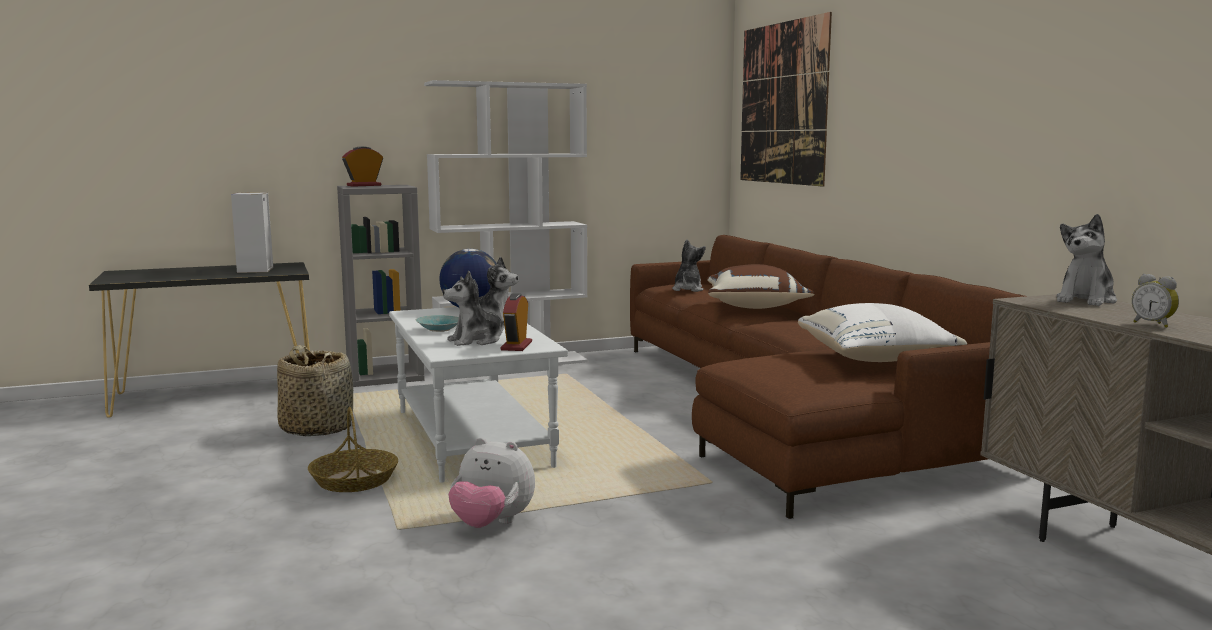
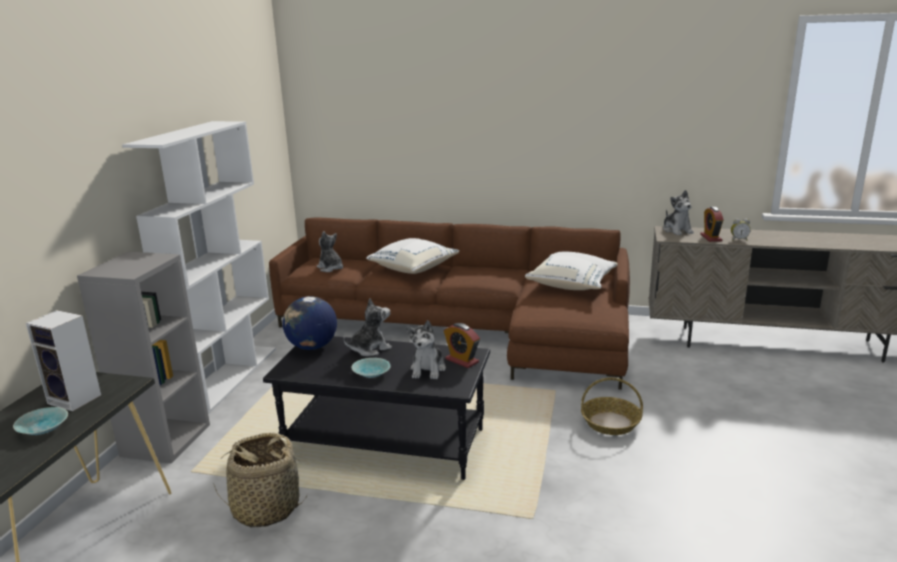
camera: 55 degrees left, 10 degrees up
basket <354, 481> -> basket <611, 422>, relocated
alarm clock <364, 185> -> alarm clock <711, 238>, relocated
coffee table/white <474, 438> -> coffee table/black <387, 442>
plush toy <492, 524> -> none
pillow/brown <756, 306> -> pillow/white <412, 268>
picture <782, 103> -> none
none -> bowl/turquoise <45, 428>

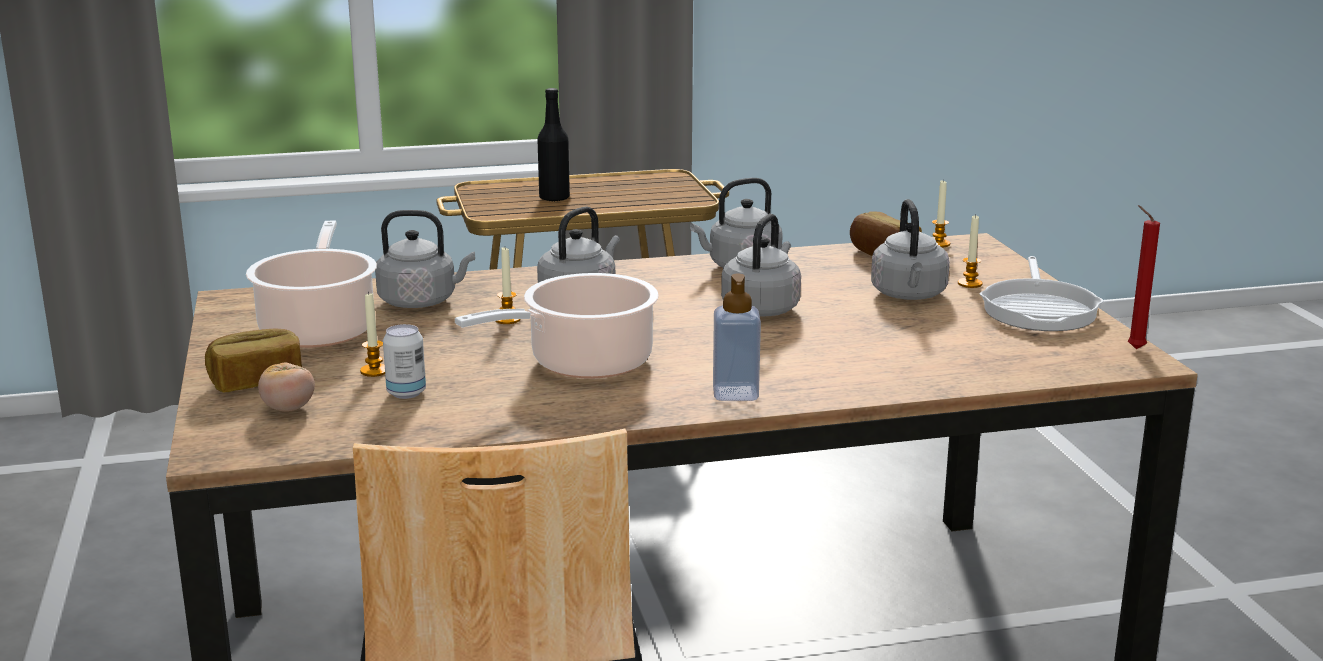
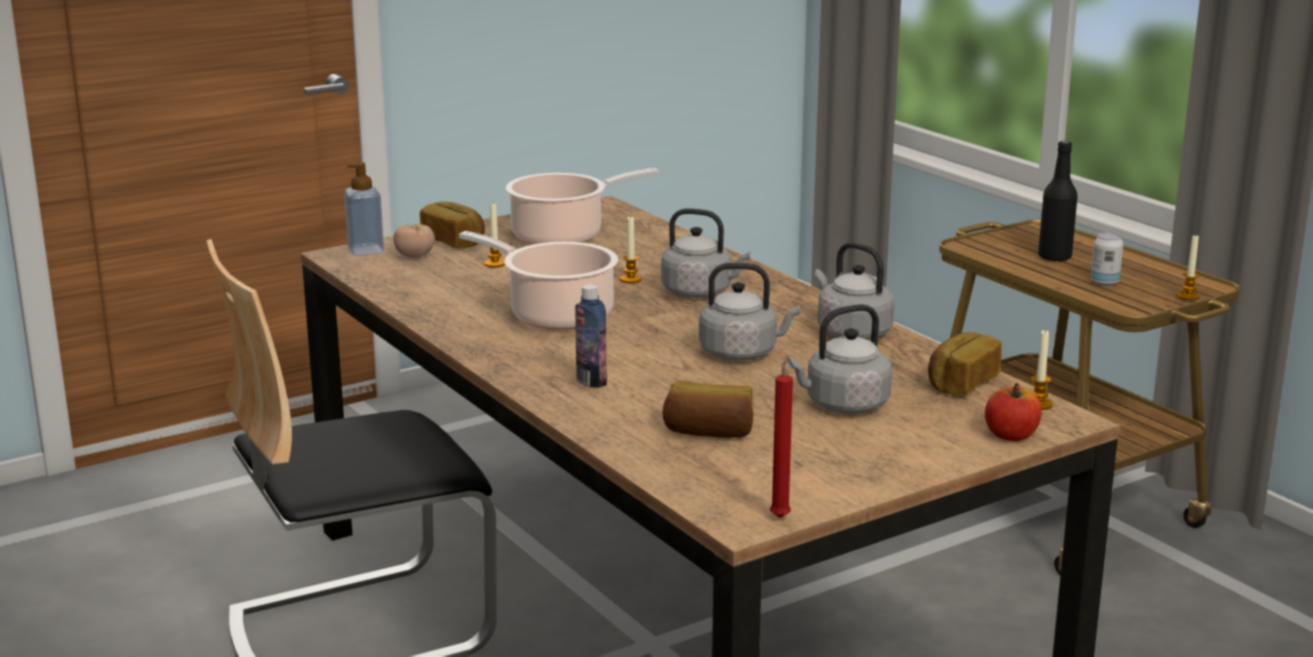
camera: 70 degrees right, 0 degrees up
kettle/grey <422, 302> -> none
can <406, 393> -> can <1104, 282>, relocated
soap dispenser <735, 393> -> soap dispenser <366, 250>, relocated
candle <970, 284> -> candle <1188, 296>, relocated
frying pan <1039, 309> -> none
none -> bottle <591, 381>
none -> bread <709, 432>
none -> apple <1011, 435>

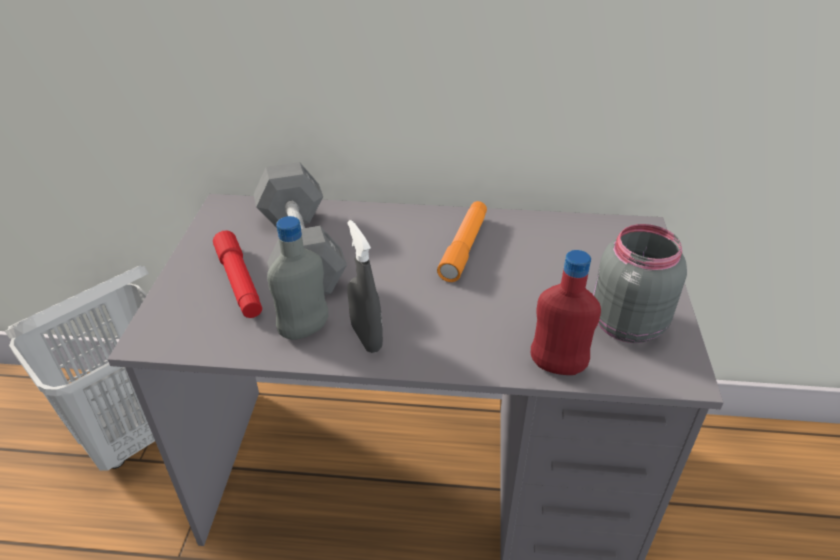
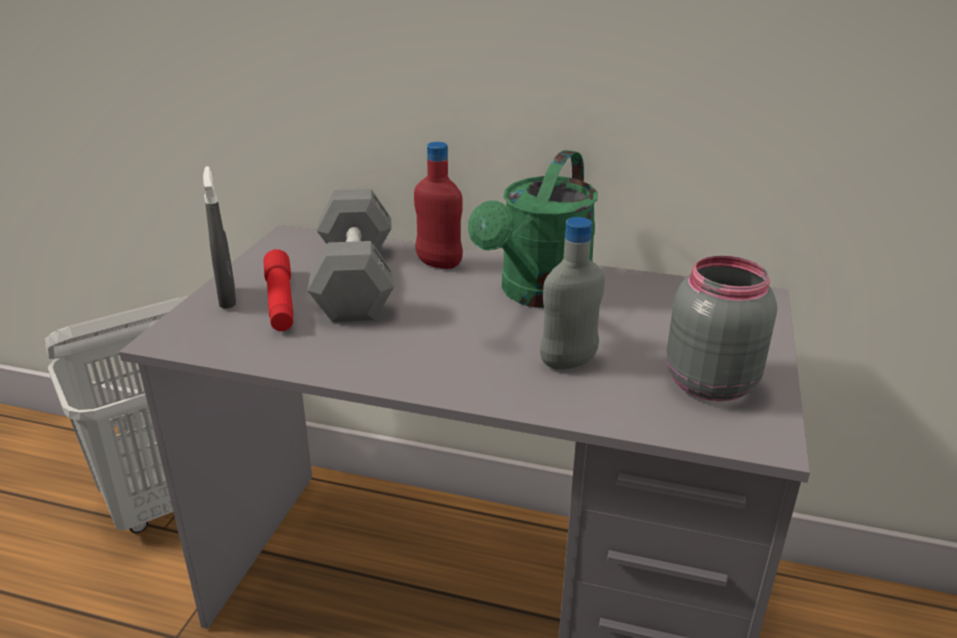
camera: 10 degrees right, 10 degrees down
bottle/grey <304, 330> -> bottle/grey <568, 362>, relocated
spray bottle/grey <366, 338> -> spray bottle/grey <227, 298>, relocated
flashlight/orange <464, 247> -> watering can/green <539, 294>
bottle/red <557, 366> -> bottle/red <439, 264>, relocated

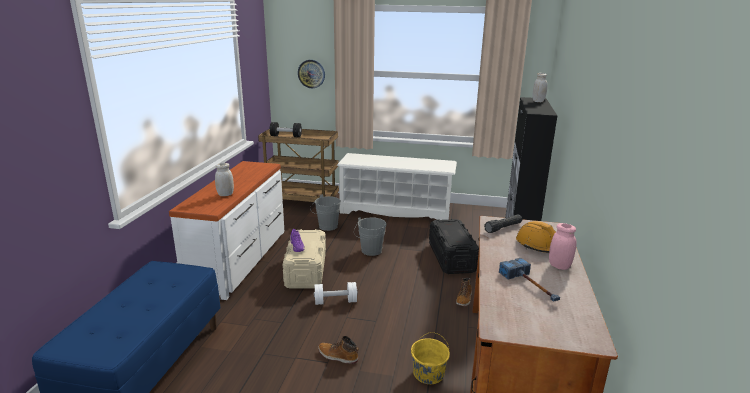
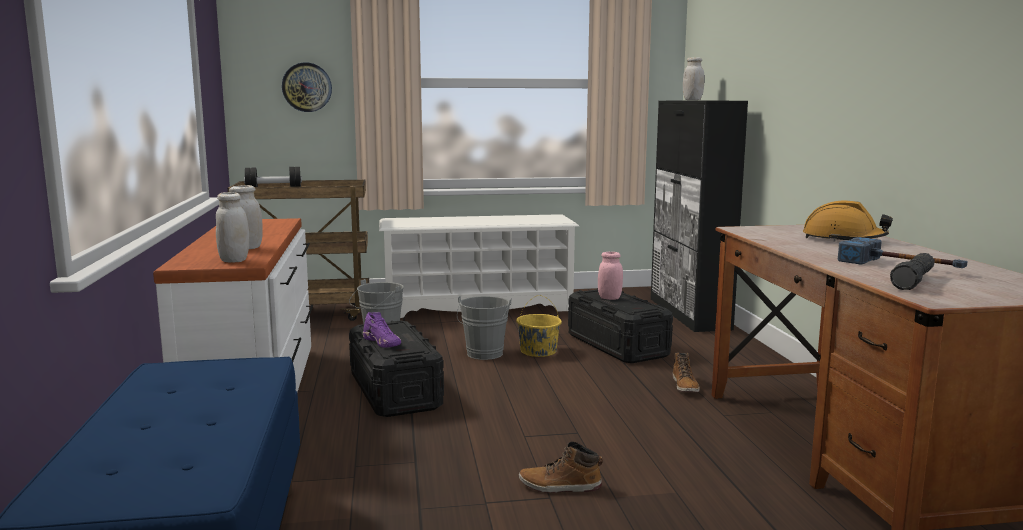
camera: 20 degrees left, 10 degrees down
storage box/beige <306, 270> -> storage box/black <395, 391>
dumbbell/white <335, 301> -> none
bucket/yellow <428, 373> -> bucket/yellow <538, 351>, relocated
flashlight/black <503, 228> -> flashlight/black <913, 282>, relocated
jar/pink <559, 266> -> jar/pink <609, 298>, relocated
none -> jar/white <234, 260>

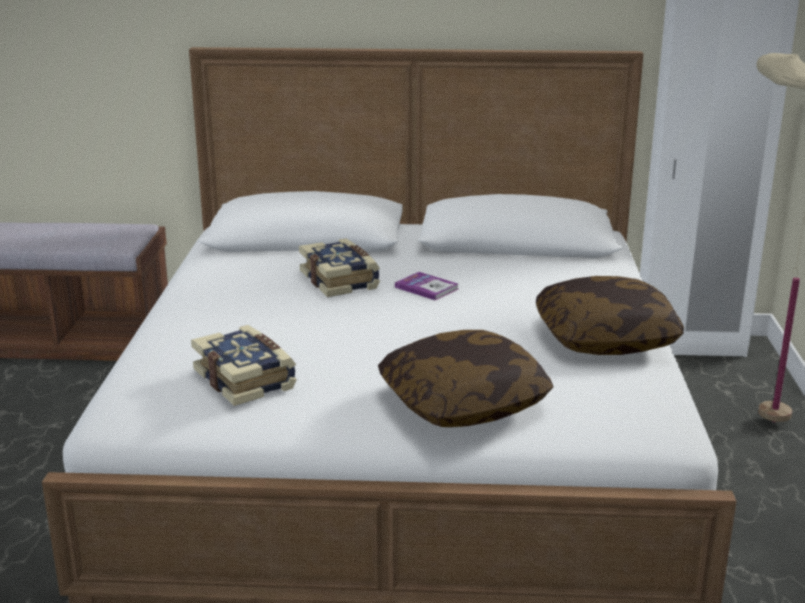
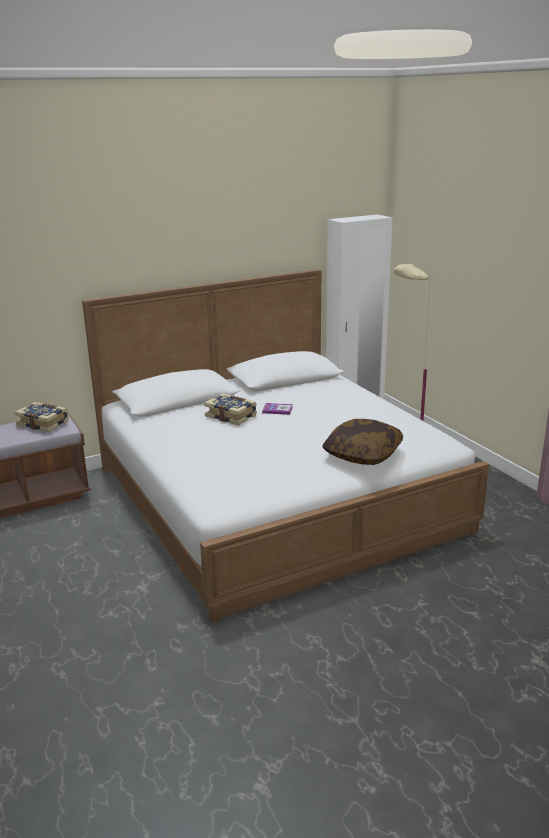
camera: 30 degrees left, 0 degrees up
book <246, 379> -> book <44, 423>, relocated
pillow <605, 338> -> none

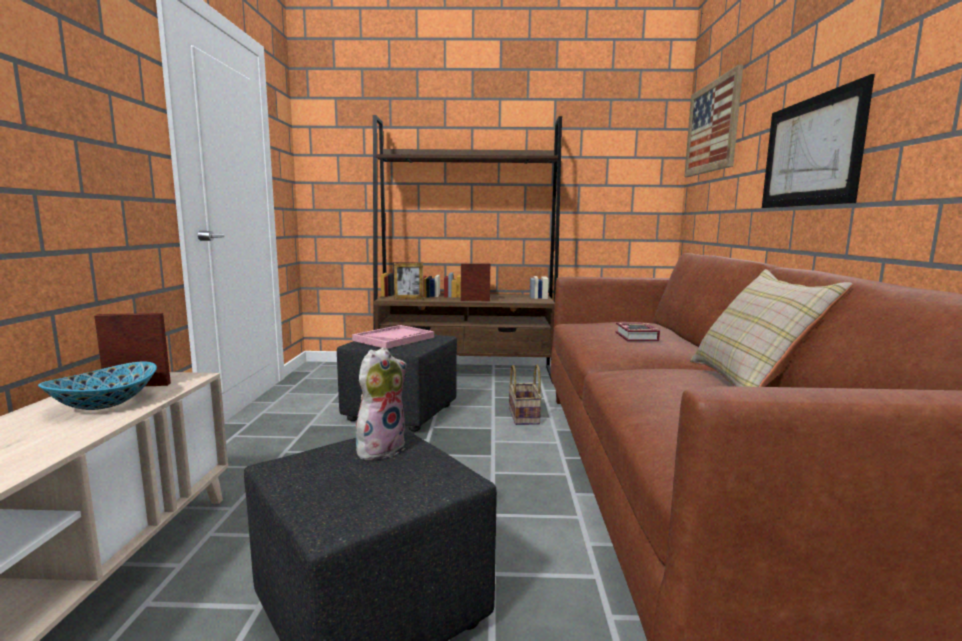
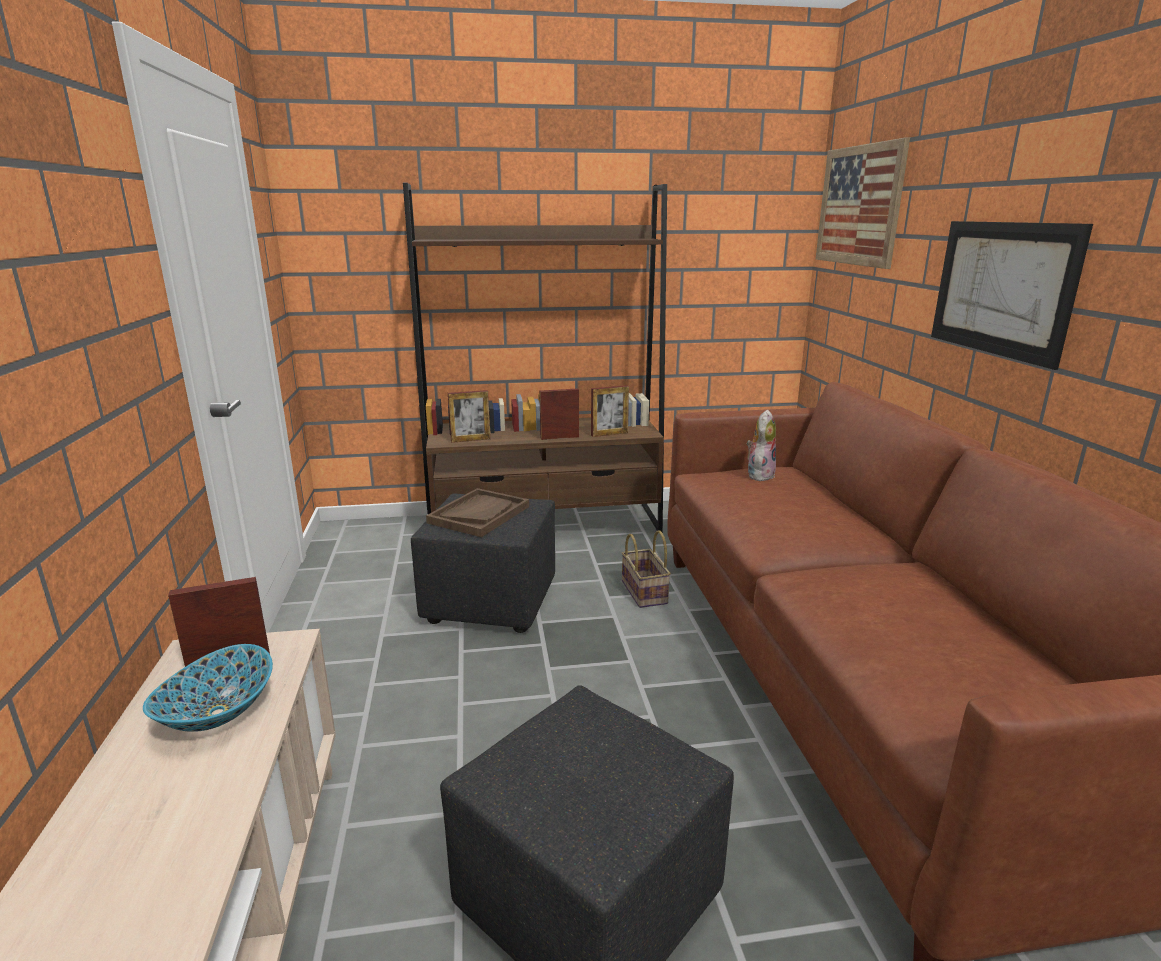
camera: 10 degrees left, 10 degrees up
tray/pink <394, 339> -> tray/brown <479, 514>
plush toy <380, 448> -> plush toy <759, 475>, relocated
book <636, 337> -> none
pillow/beige <751, 382> -> none
none -> picture frame <609, 434>

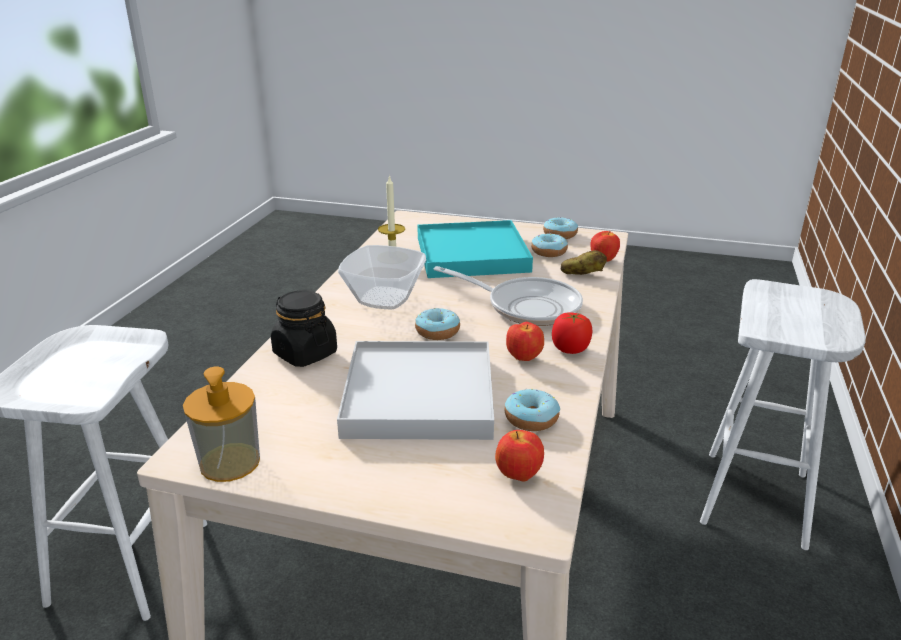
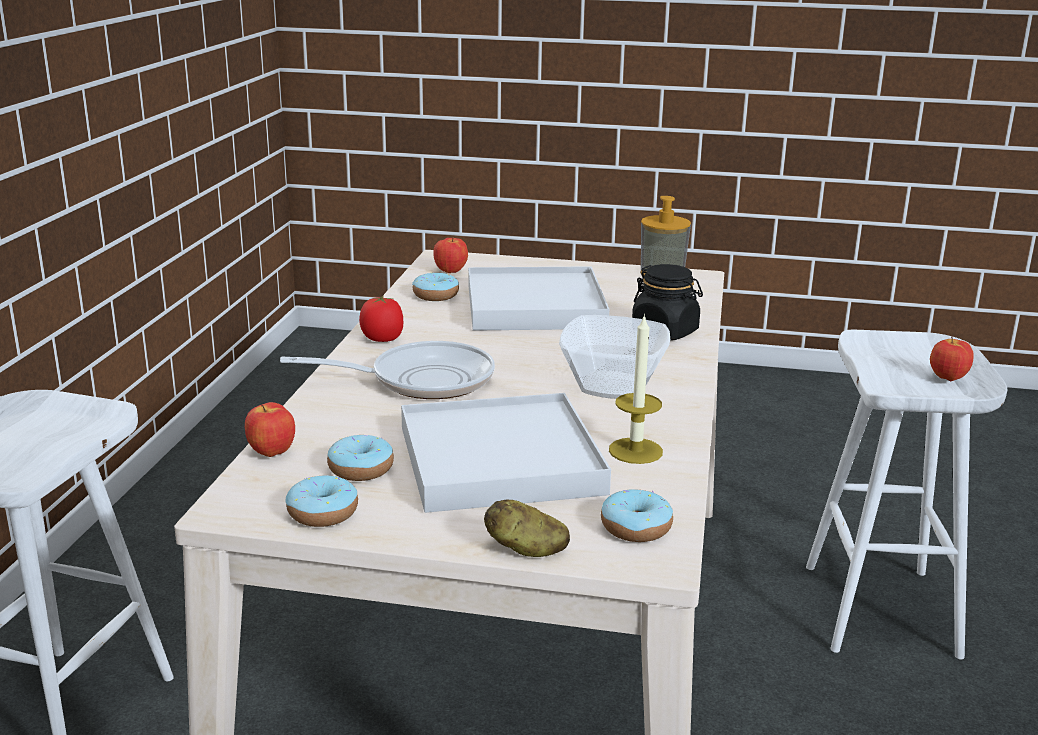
camera: 175 degrees right, 5 degrees down
donut <437, 332> -> donut <636, 528>, relocated
tray/turquoise <472, 254> -> tray/white <499, 460>
frying pan <526, 306> -> frying pan <421, 380>, 150 degrees clockwise
apple <524, 358> -> apple <947, 378>, relocated
potato <582, 274> -> potato <526, 550>, relocated

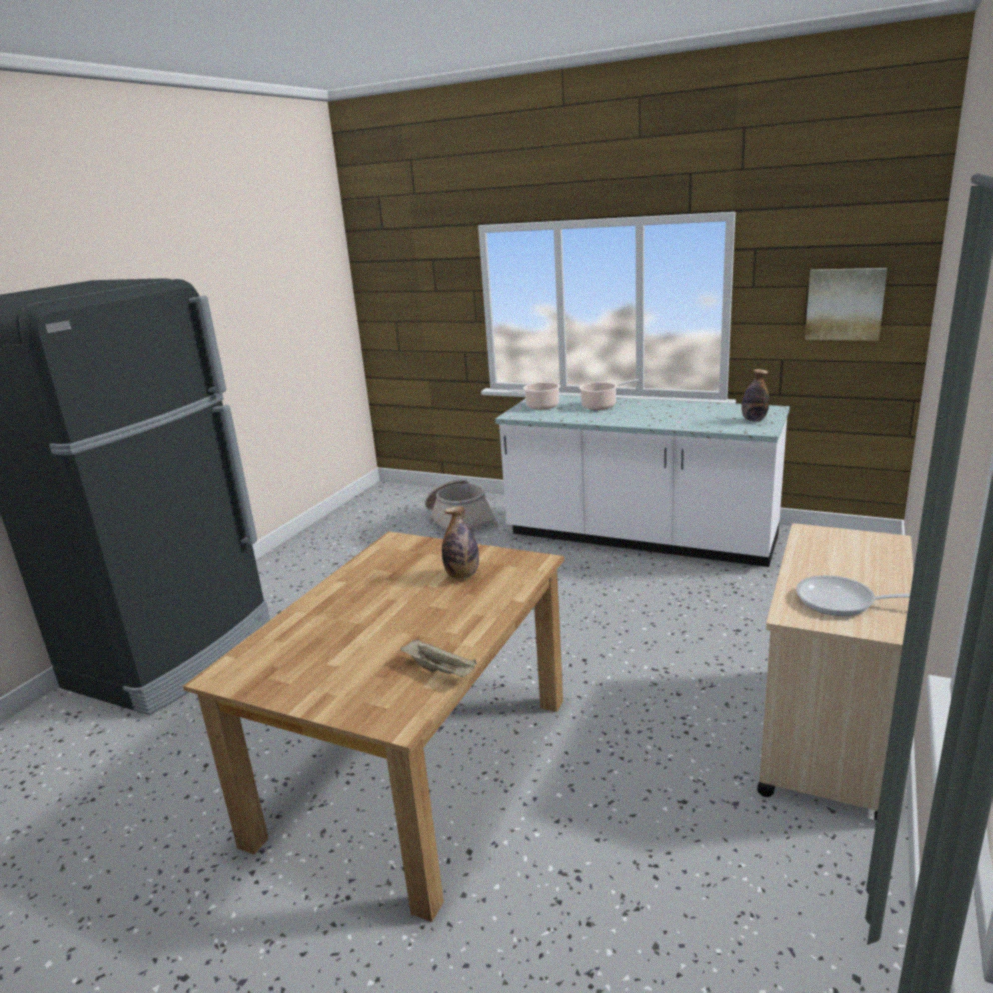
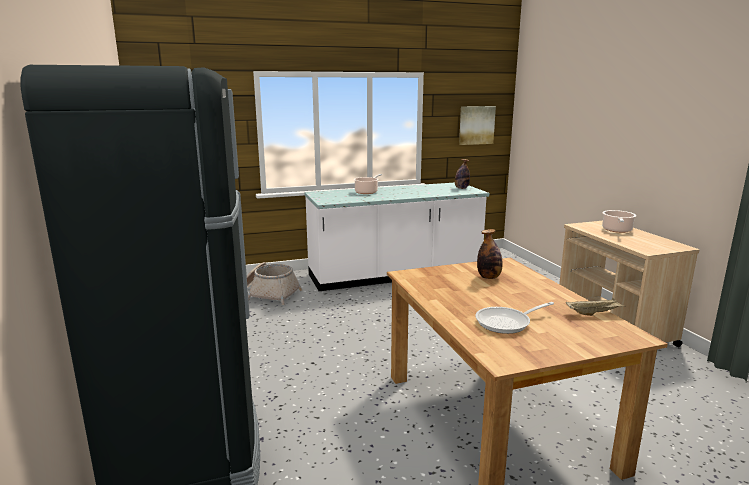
camera: 45 degrees left, 5 degrees down
cooking pot <540, 406> -> cooking pot <617, 230>, relocated
frying pan <843, 602> -> frying pan <507, 323>, relocated

